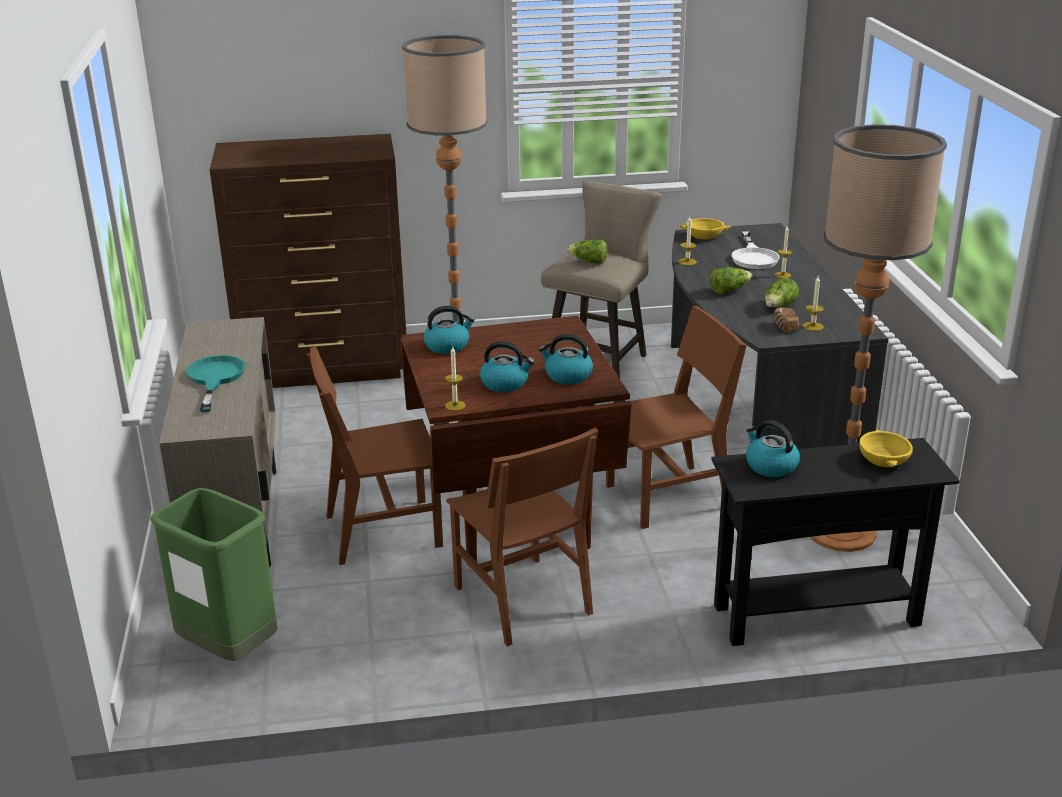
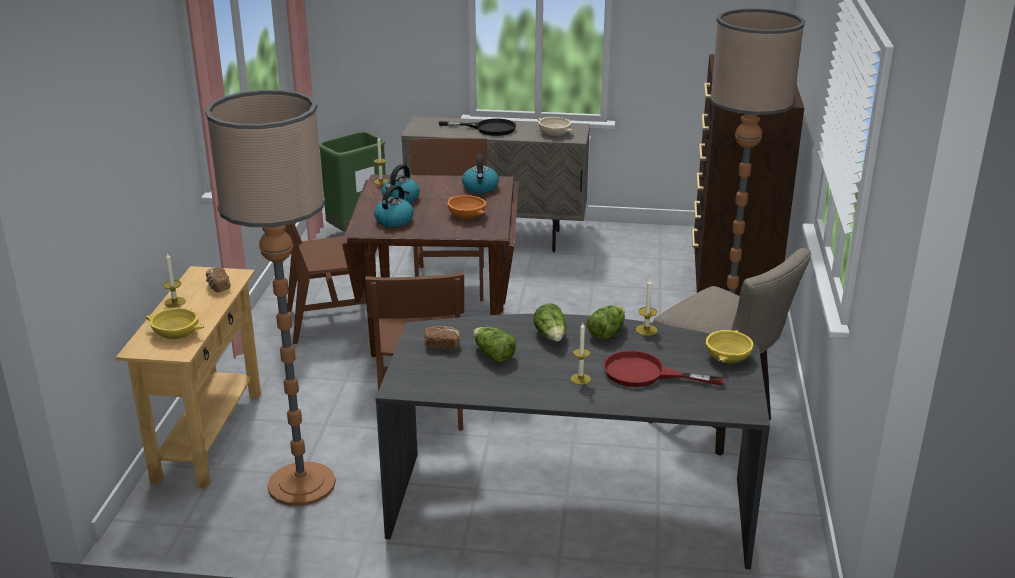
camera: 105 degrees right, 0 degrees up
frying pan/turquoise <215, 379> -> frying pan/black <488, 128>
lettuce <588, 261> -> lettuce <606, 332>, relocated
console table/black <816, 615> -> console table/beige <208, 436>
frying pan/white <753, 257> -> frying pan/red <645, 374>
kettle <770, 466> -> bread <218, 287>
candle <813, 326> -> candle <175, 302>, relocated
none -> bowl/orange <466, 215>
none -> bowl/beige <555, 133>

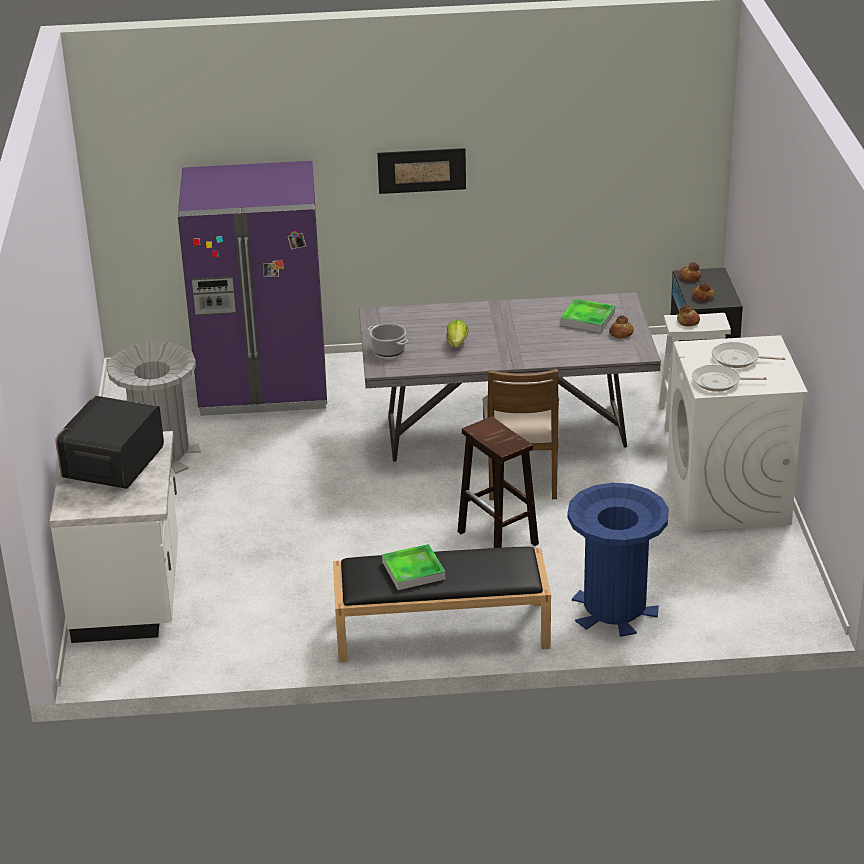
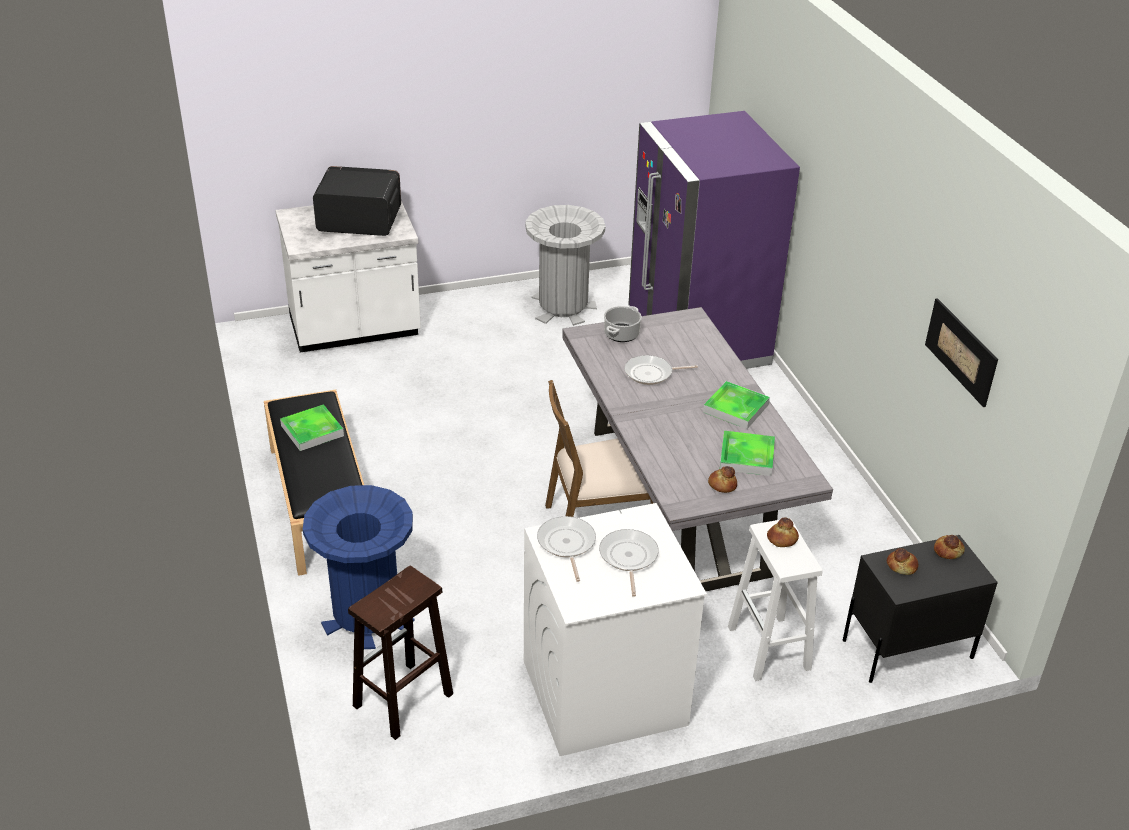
camera: 75 degrees right, 5 degrees up
picture <421, 170> -> picture <961, 351>, relocated
lettuce <457, 344> -> frying pan <651, 374>
stool/brown <499, 538> -> stool/brown <402, 701>, relocated
none -> tray <736, 408>

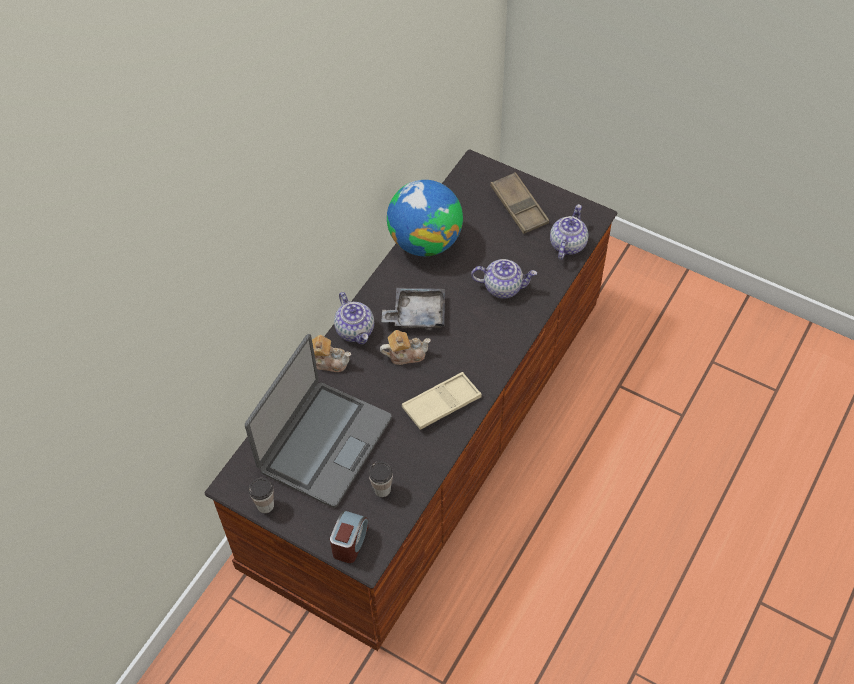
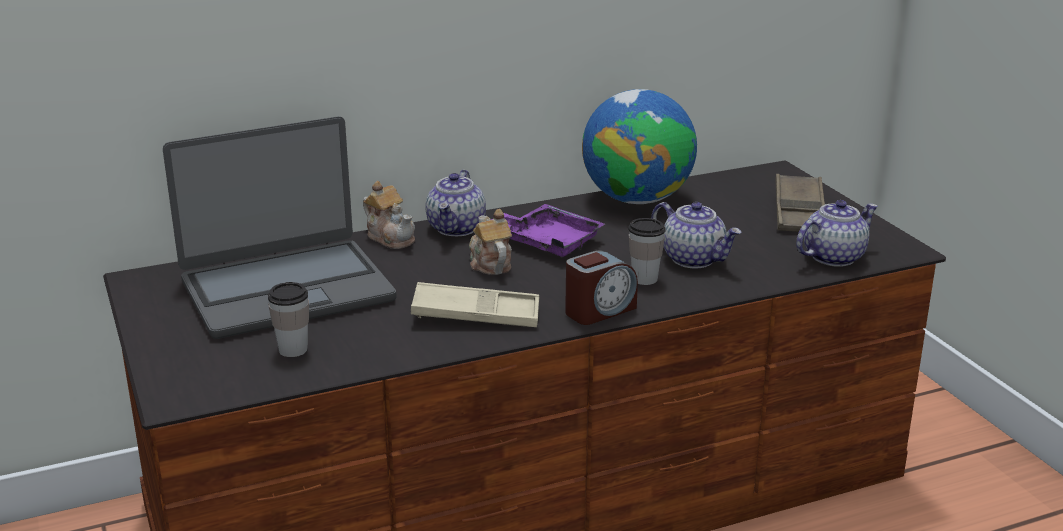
camera: 35 degrees right, 30 degrees down
cup <265, 505> -> cup <644, 279>, relocated
alarm clock <350, 542> -> alarm clock <599, 310>, relocated
teapot <406, 354> -> teapot <490, 264>, 135 degrees counterclockwise
tray/grey <417, 314> -> tray/purple <549, 242>

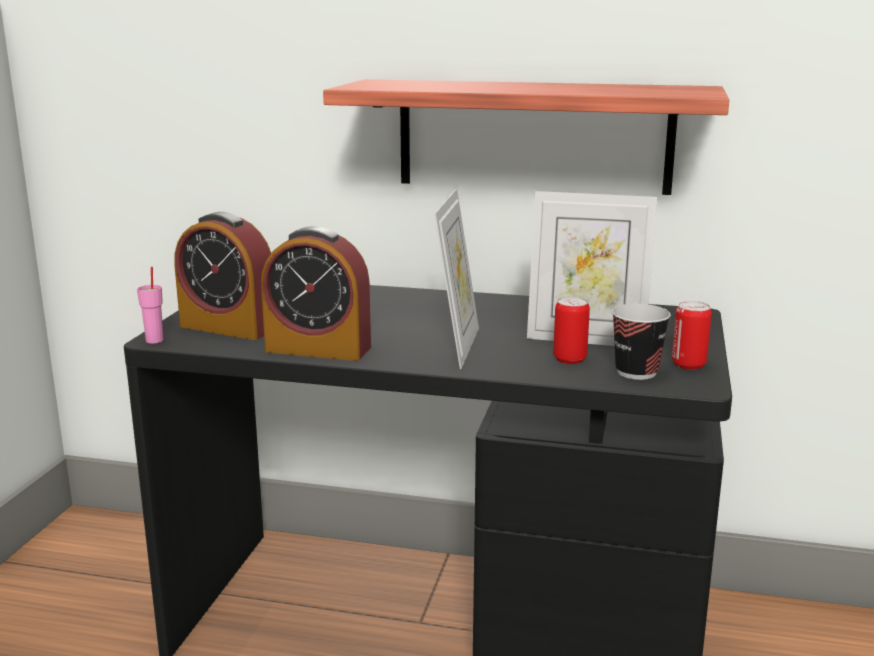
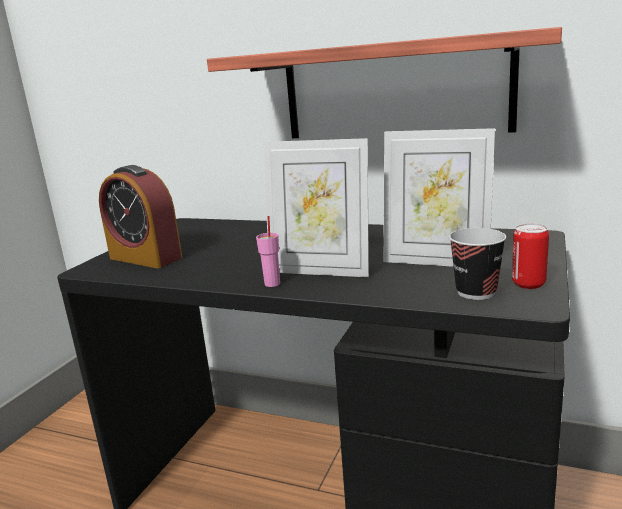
camera: 10 degrees right, 0 degrees up
cup/pink <155, 340> -> cup/pink <272, 283>, relocated
alarm clock <318, 349> -> none
picture frame <457, 346> -> picture frame <320, 270>, 90 degrees clockwise
can <569, 359> -> none

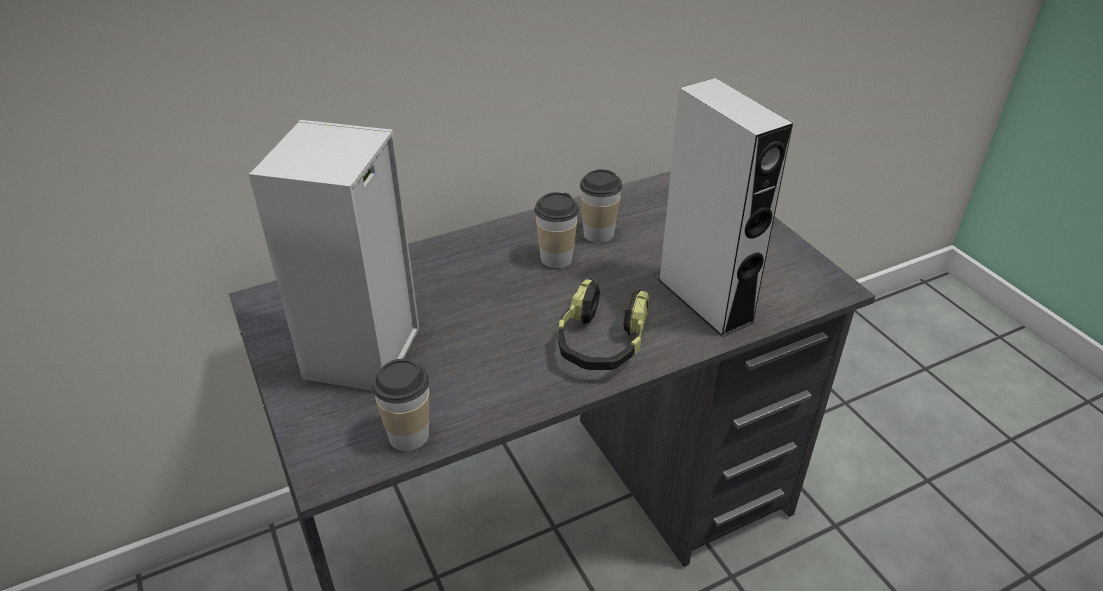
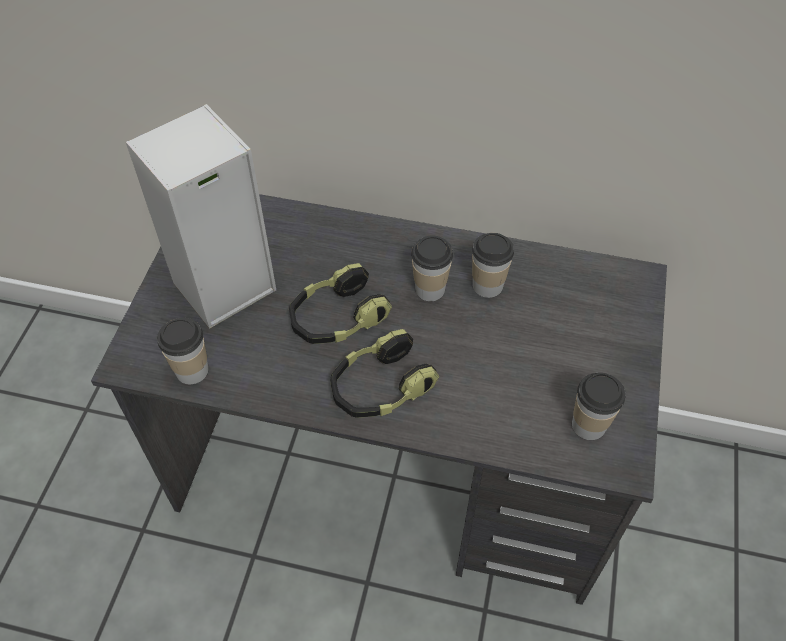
camera: 40 degrees right, 15 degrees up
speaker/grey <705, 300> -> none
none -> headphones <337, 319>
none -> cup <588, 425>

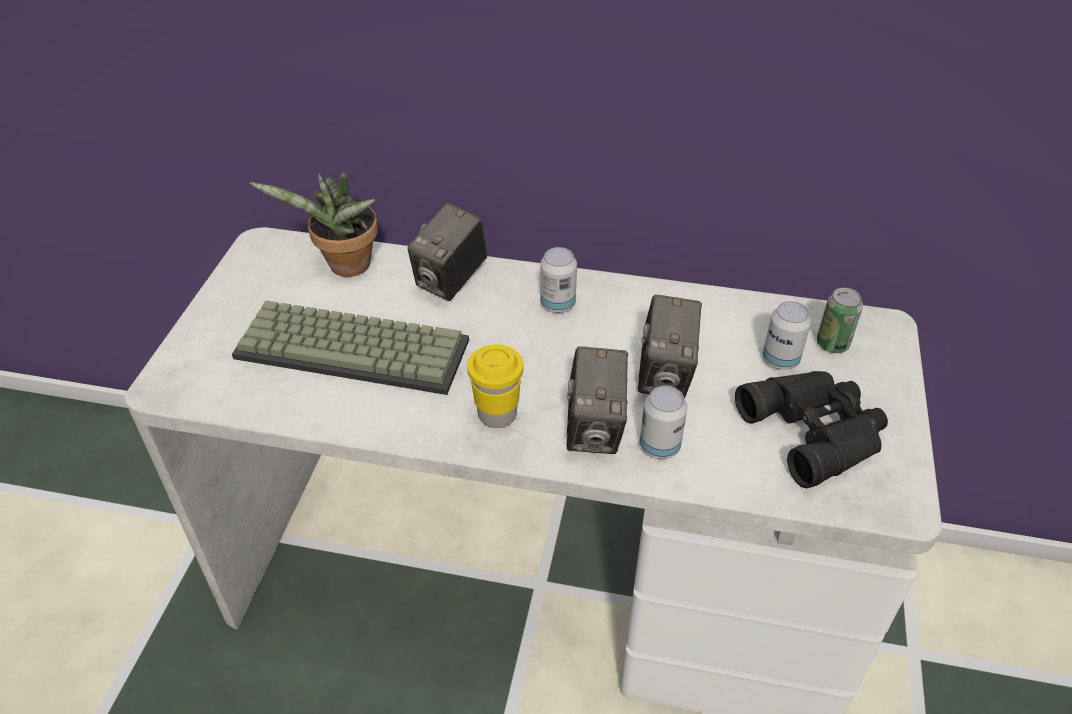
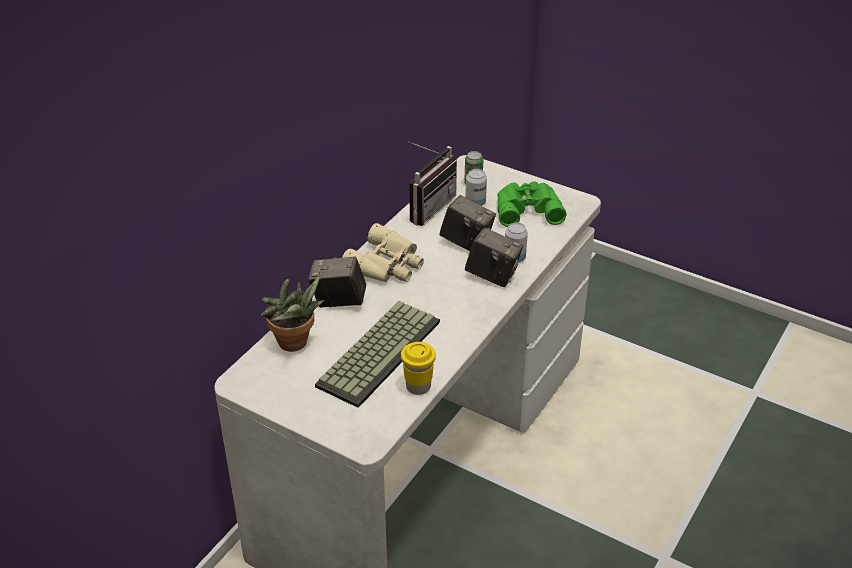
camera: 70 degrees left, 5 degrees down
photo camera <451, 281> -> photo camera <339, 301>, 135 degrees clockwise
cup/yellow <497, 414> -> cup/yellow <418, 386>, relocated
can <557, 304> -> binoculars/beige <387, 264>
binoculars/black <816, 430> -> binoculars/green <527, 208>
none -> radio <427, 207>

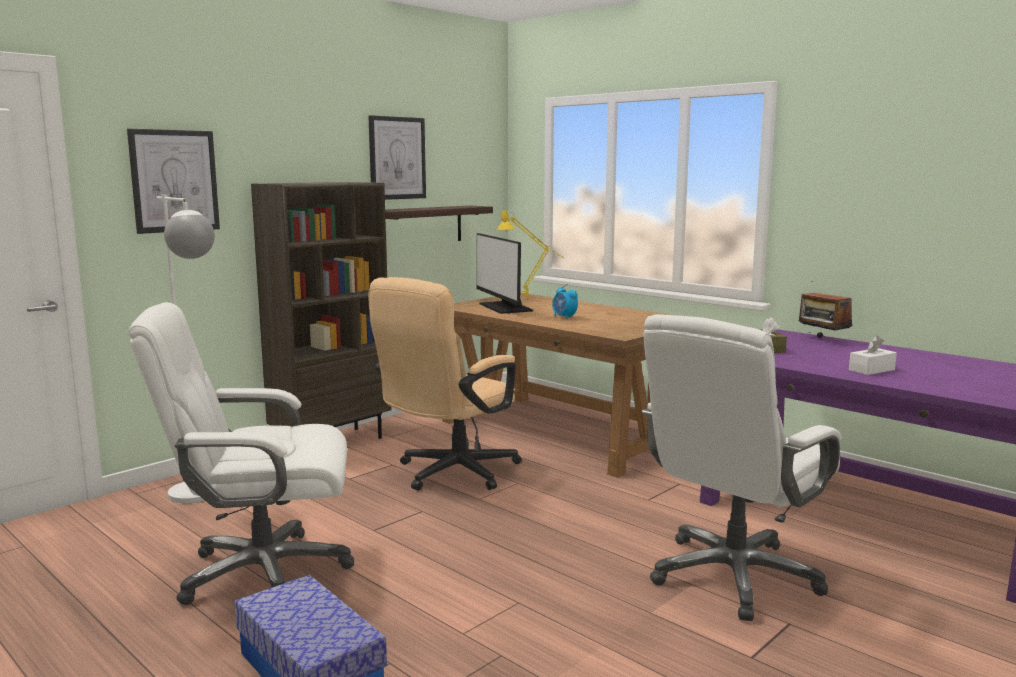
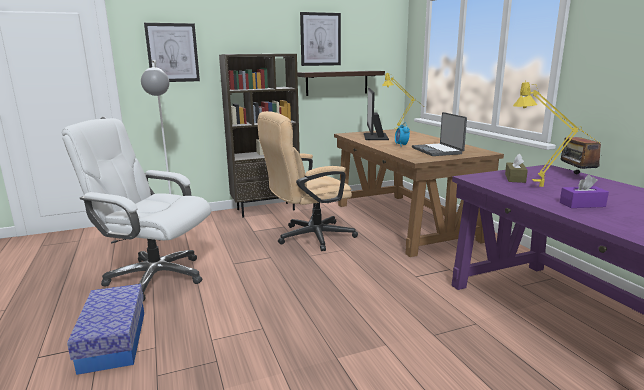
camera: 25 degrees right, 5 degrees up
office chair/white <733, 576> -> none
tissue box/white <871, 370> -> tissue box/purple <582, 204>
none -> laptop <437, 151>
none -> table lamp/yellow <547, 188>

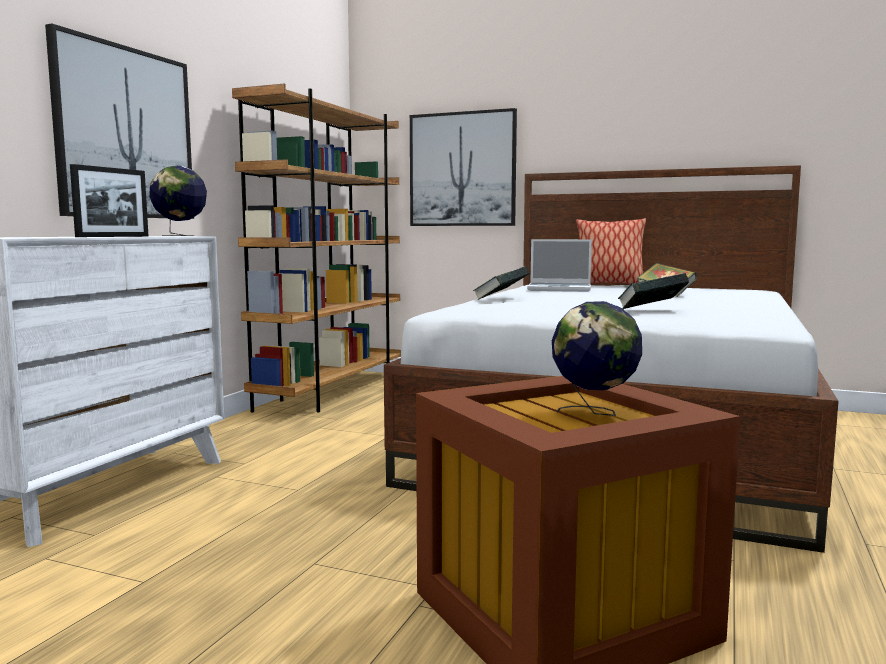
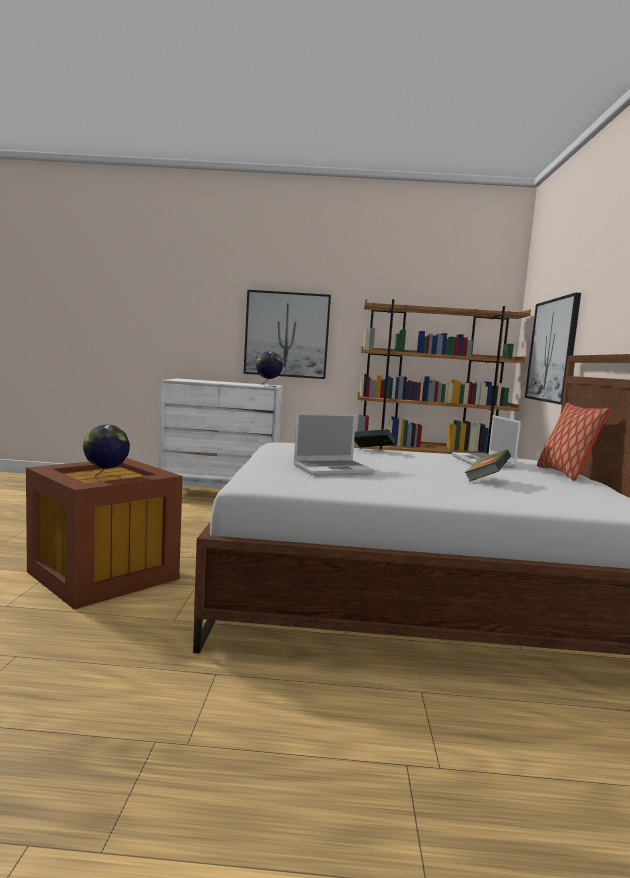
camera: 70 degrees right, 0 degrees up
picture frame <113, 236> -> none
book <651, 310> -> laptop <333, 469>

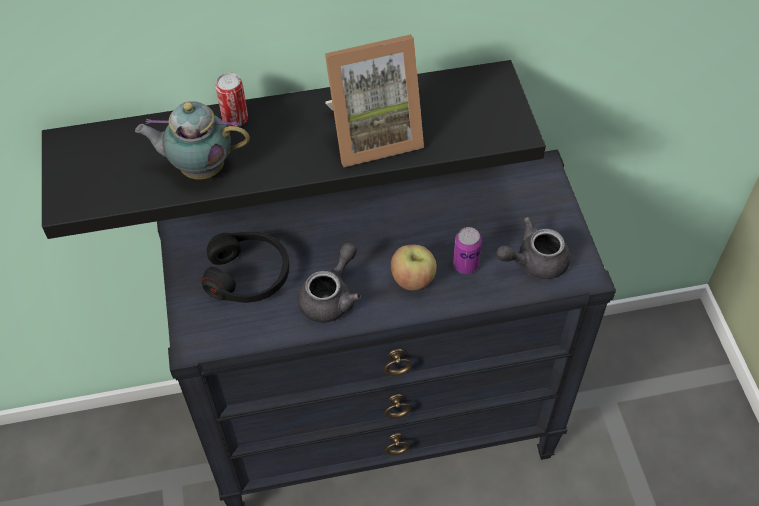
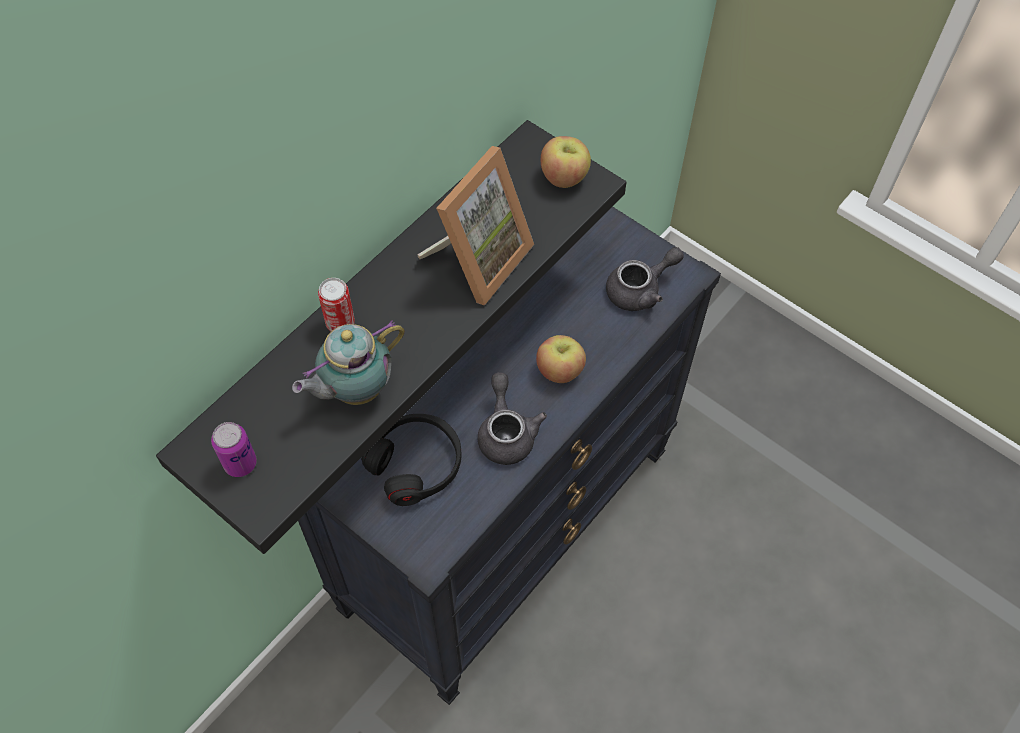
camera: 40 degrees left, 5 degrees up
can <465, 265> -> can <240, 463>, relocated
teapot/grey <534, 261> -> teapot/grey <640, 290>, 150 degrees counterclockwise
none -> apple <564, 177>

